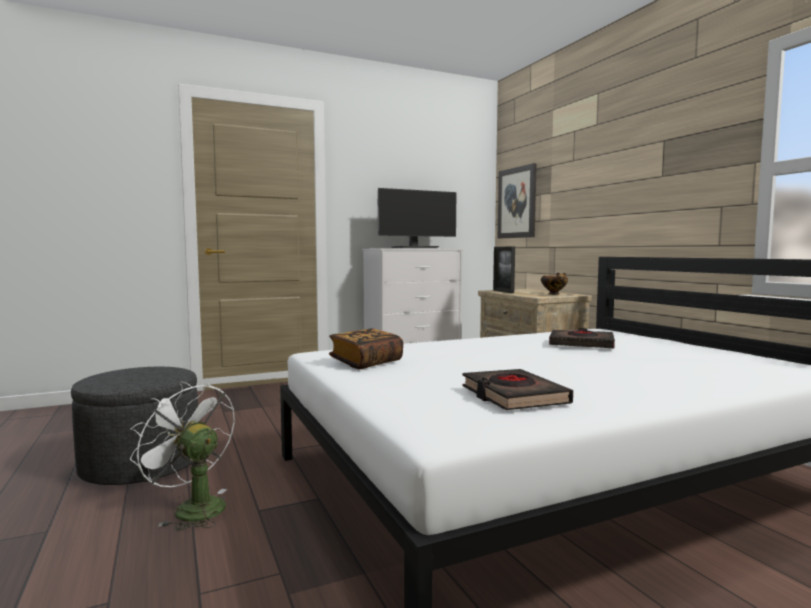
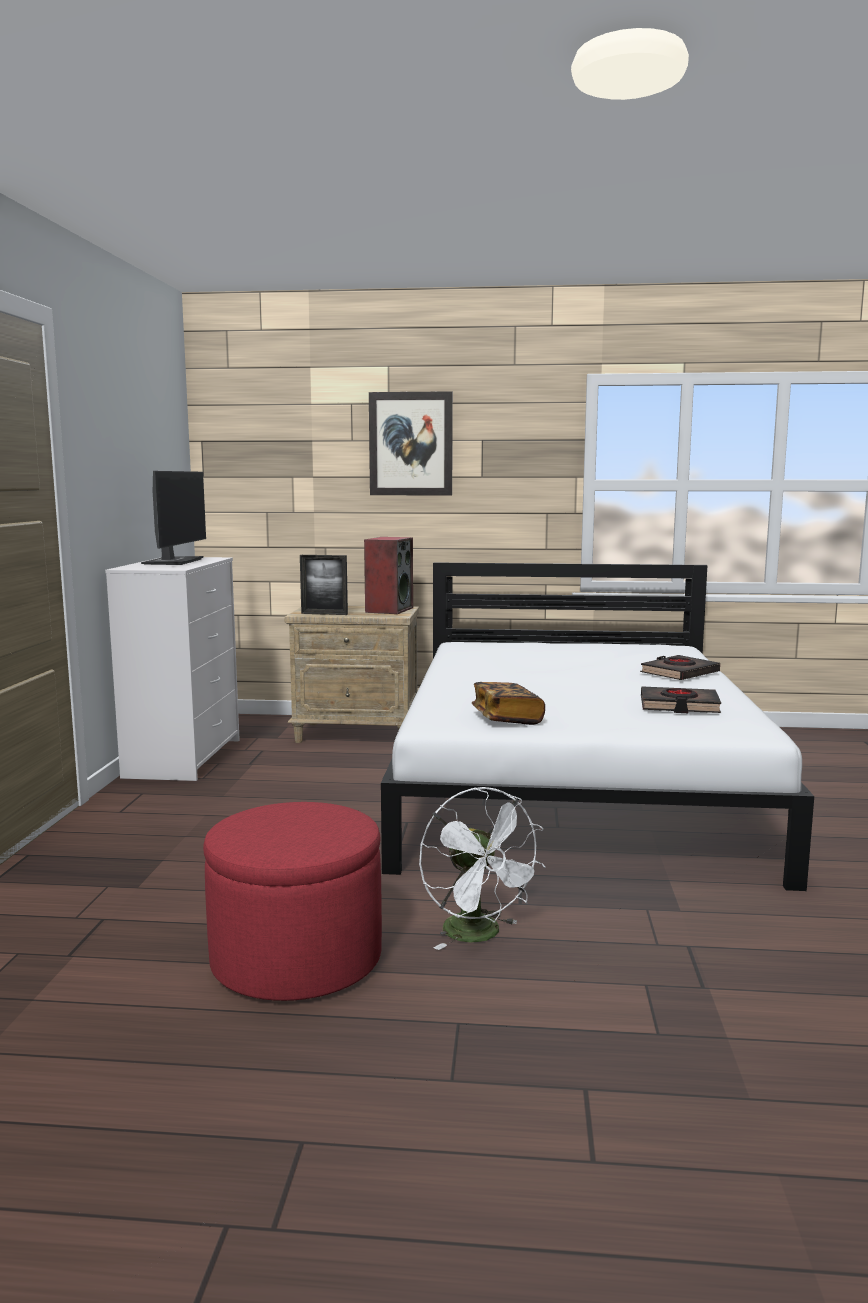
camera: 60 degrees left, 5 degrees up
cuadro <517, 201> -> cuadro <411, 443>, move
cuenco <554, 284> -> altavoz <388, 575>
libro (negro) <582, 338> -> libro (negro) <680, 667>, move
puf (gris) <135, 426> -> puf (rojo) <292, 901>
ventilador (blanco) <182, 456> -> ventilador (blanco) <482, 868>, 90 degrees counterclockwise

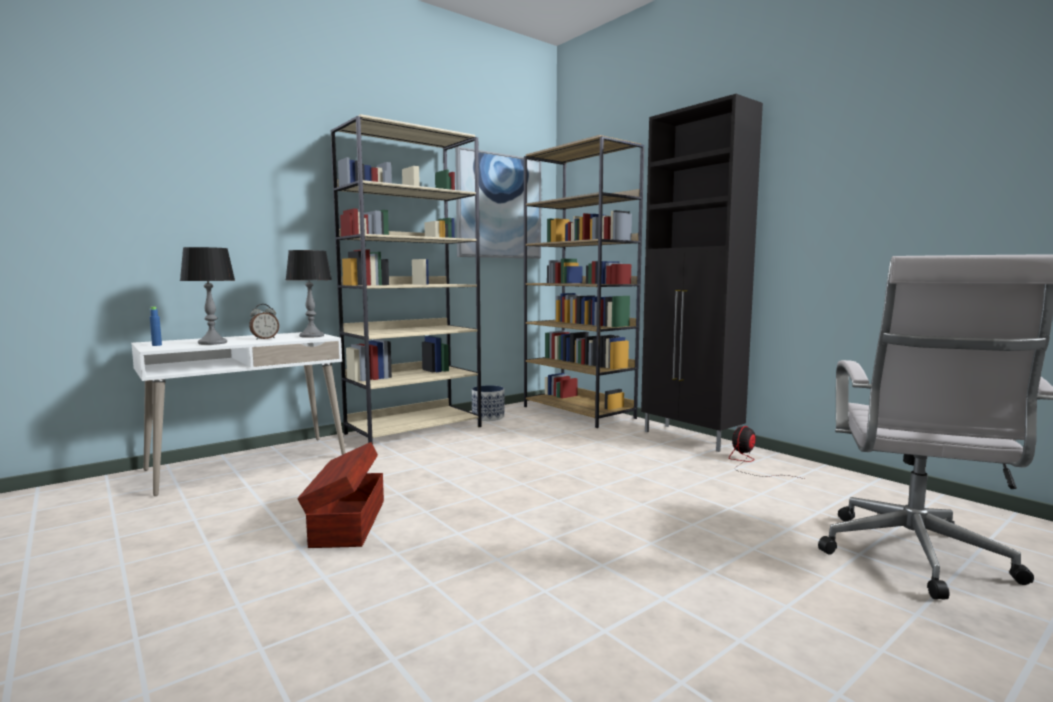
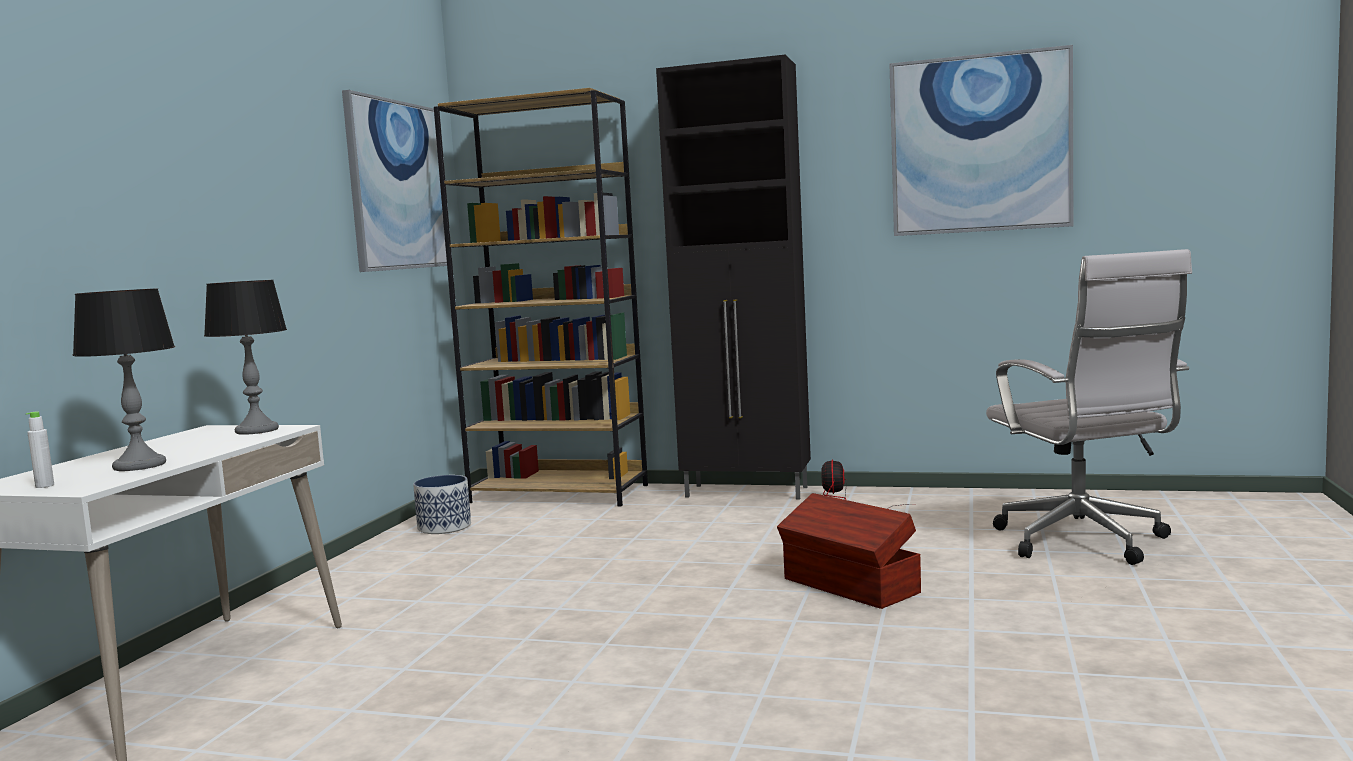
camera: 35 degrees left, 0 degrees up
estantería (beis) <406, 279> -> none
despertador <264, 322> -> none
botella (azul) <156, 326> -> botella (blanco) <40, 449>
caja de almacenaje (marrón) <340, 495> -> caja de almacenaje (marrón) <849, 551>, move
none -> cuadro <981, 140>

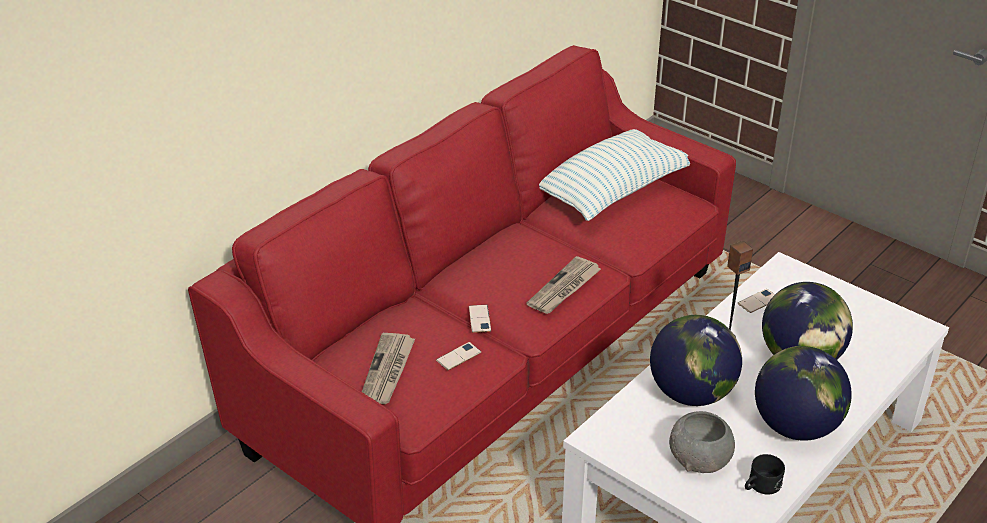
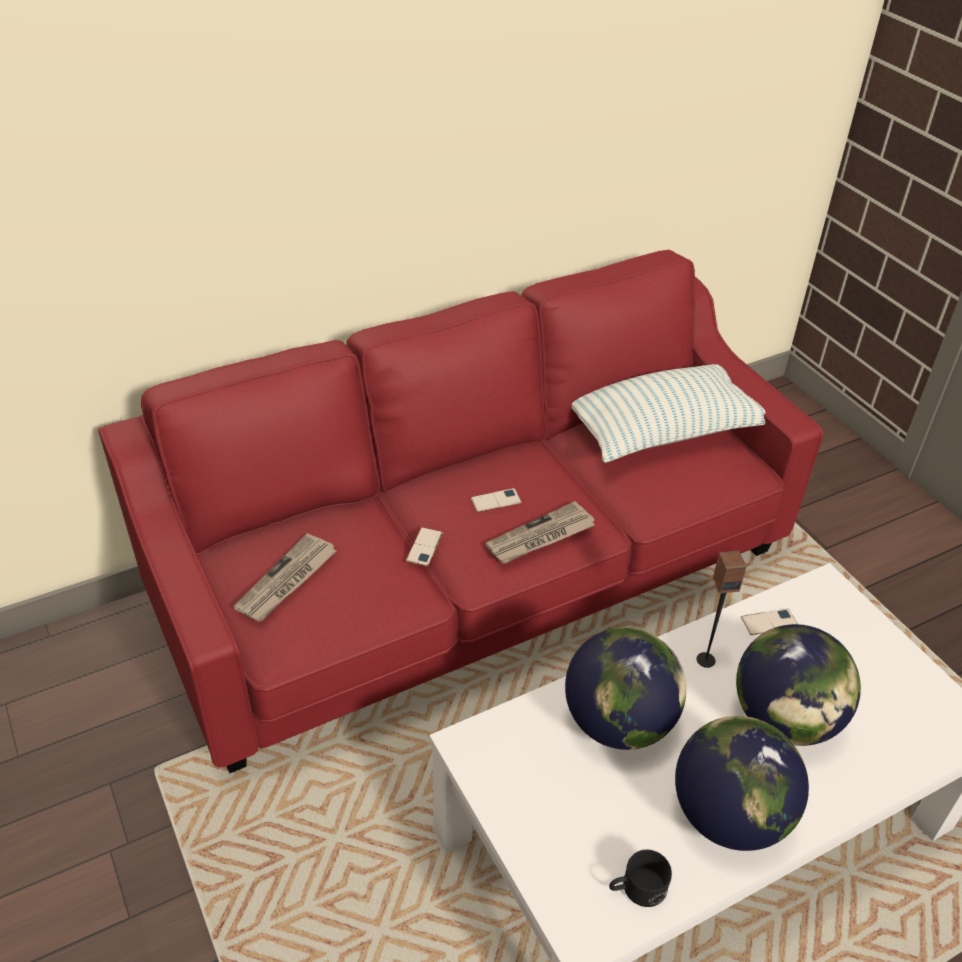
camera: 20 degrees right, 5 degrees up
móvil <458, 356> -> móvil <496, 500>, move
cuenco (gris) <702, 442> -> none

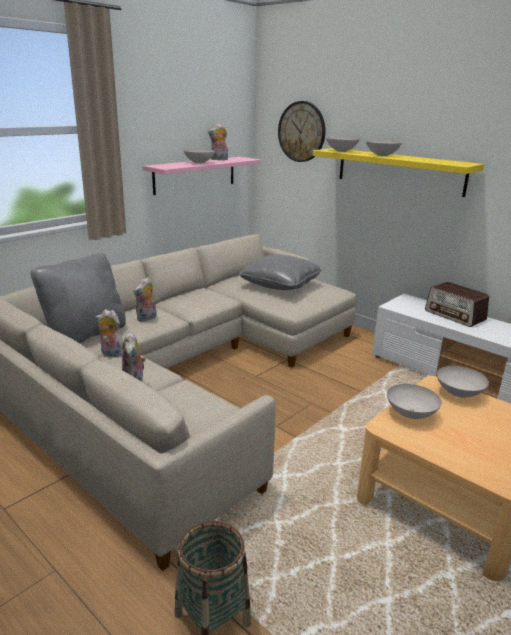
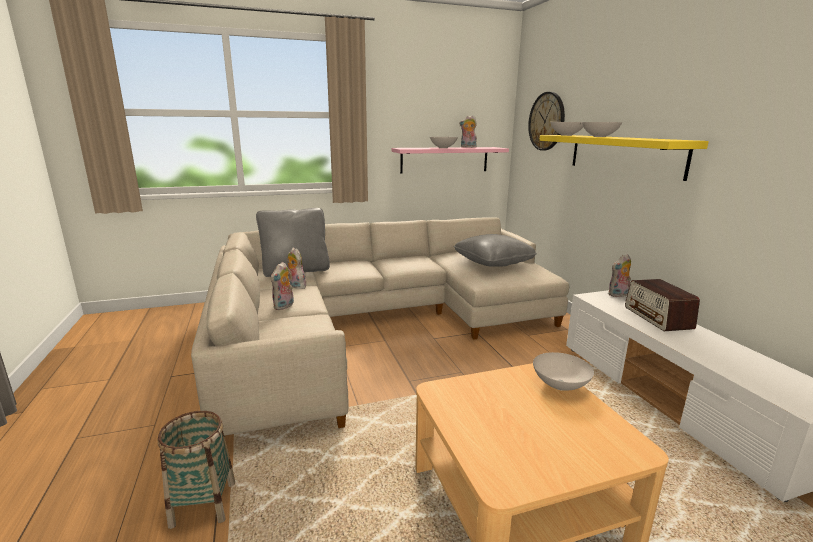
camera: 30 degrees right, 5 degrees down
peluche <145, 299> -> peluche <619, 275>, move
cuenco (blanco) <414, 401> -> none

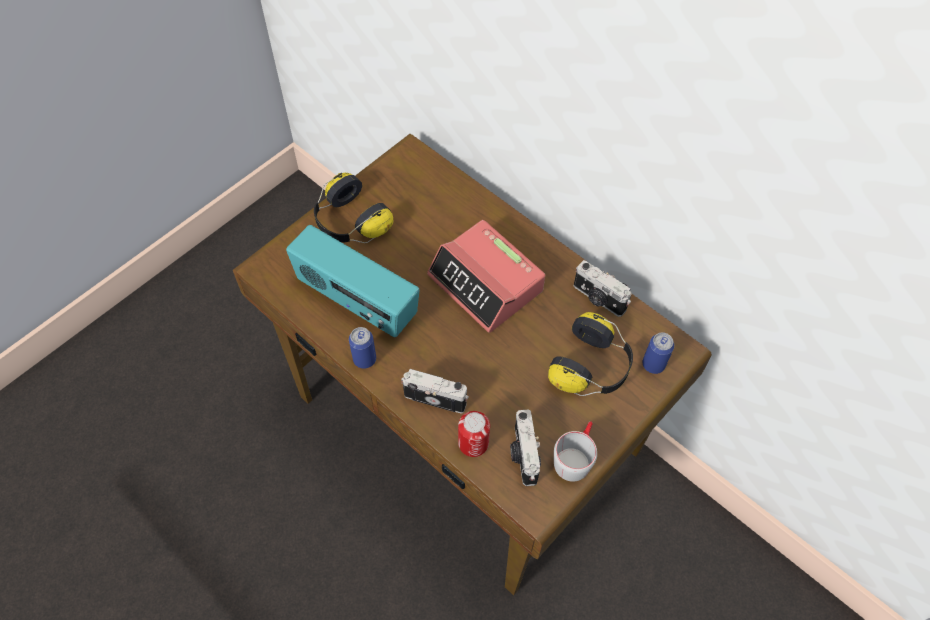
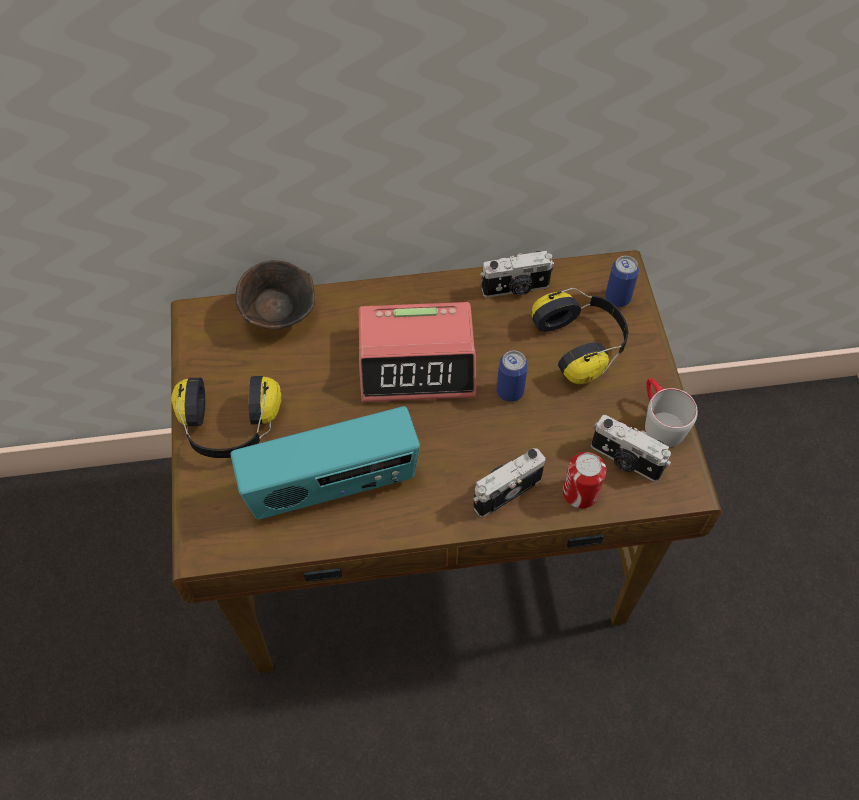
camera: 50 degrees left, 0 degrees up
lata <362, 348> -> lata <512, 376>, move
none -> cuenco (marrón) <275, 294>

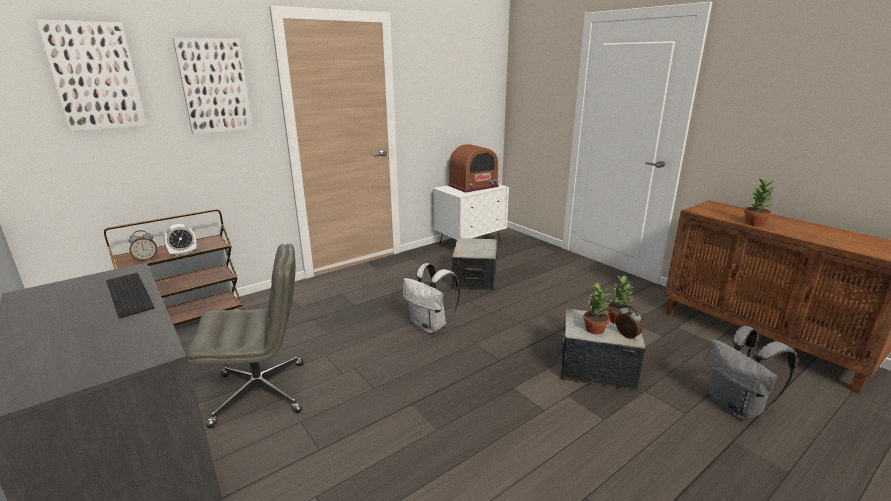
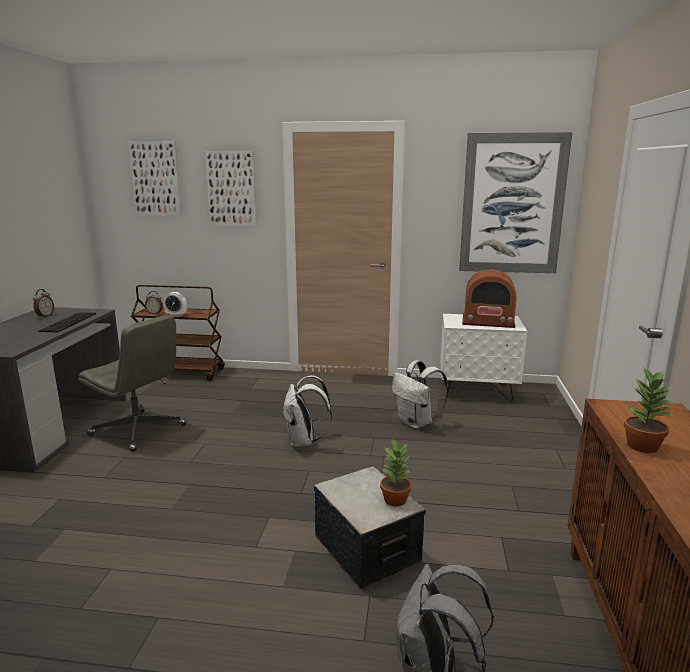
camera: 45 degrees right, 5 degrees down
caja de almacenaje <475, 264> -> mochila (blanco) <420, 394>
planta en maceta <597, 308> -> none
despertador <629, 322> -> despertador <43, 303>, move
none -> cuadro <515, 202>

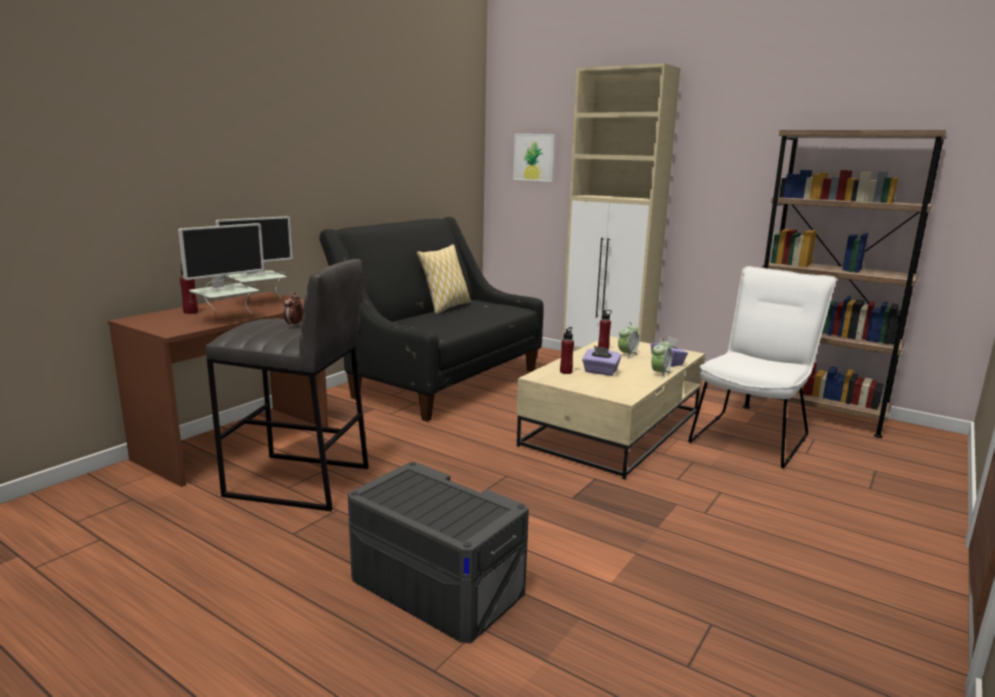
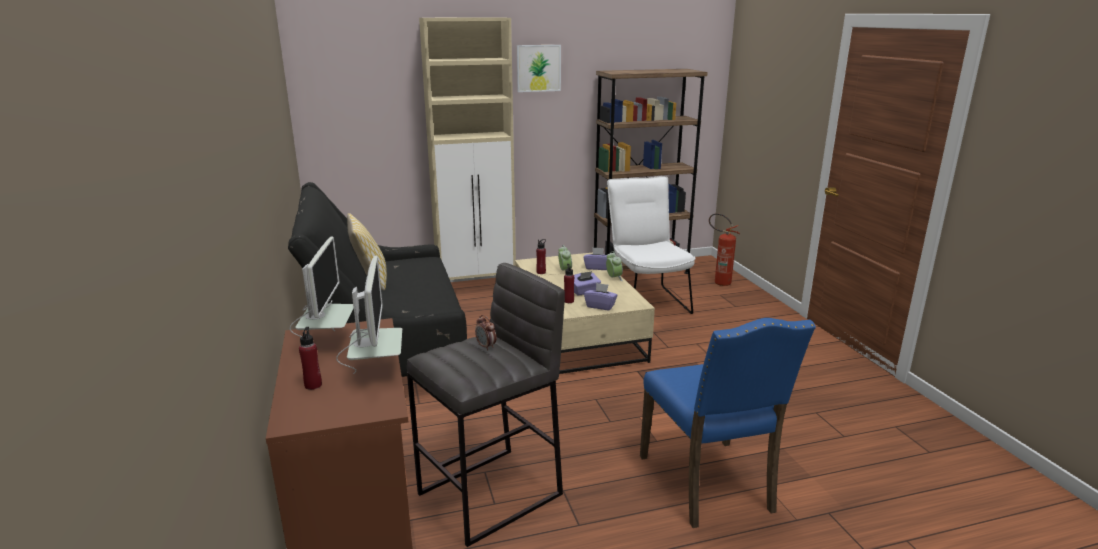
camera: 50 degrees left, 5 degrees up
cuadro <534, 158> -> cuadro <539, 68>, move
caja de almacenaje (gris) <438, 552> -> silla (azul) <728, 423>
none -> extintor <724, 249>
none -> caja de pañuelos (morado) <601, 297>

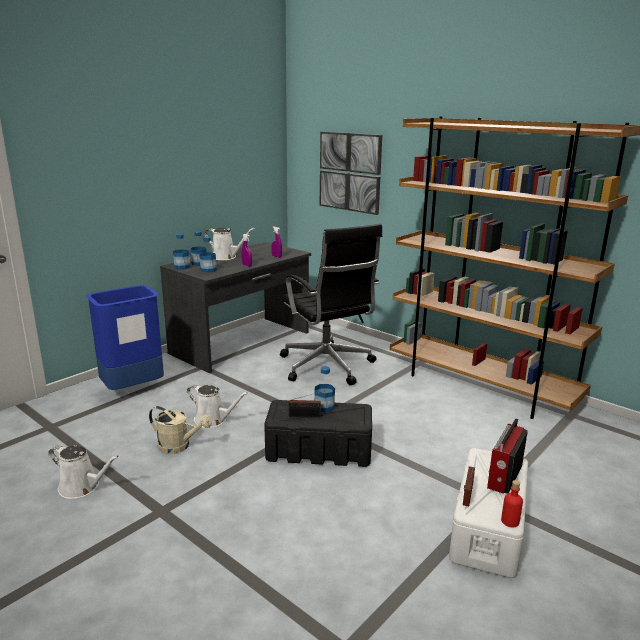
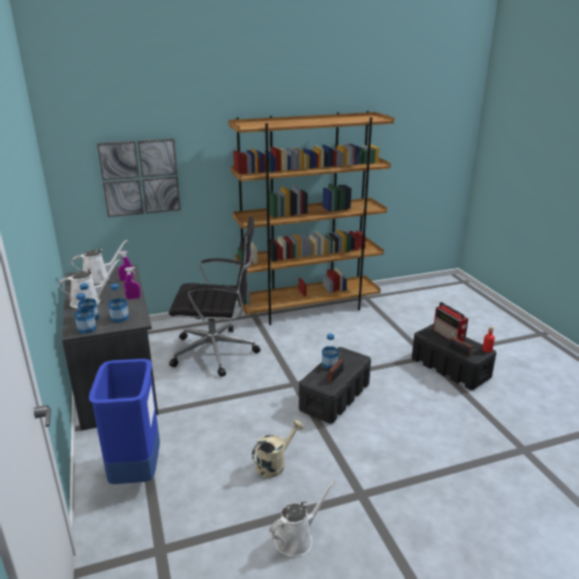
camera: 60 degrees left, 5 degrees up
regadera (blanco) <218, 406> -> regadera (blanco) <99, 262>, move
caja de almacenaje (blanco) <488, 513> -> caja de almacenaje (negro) <454, 357>

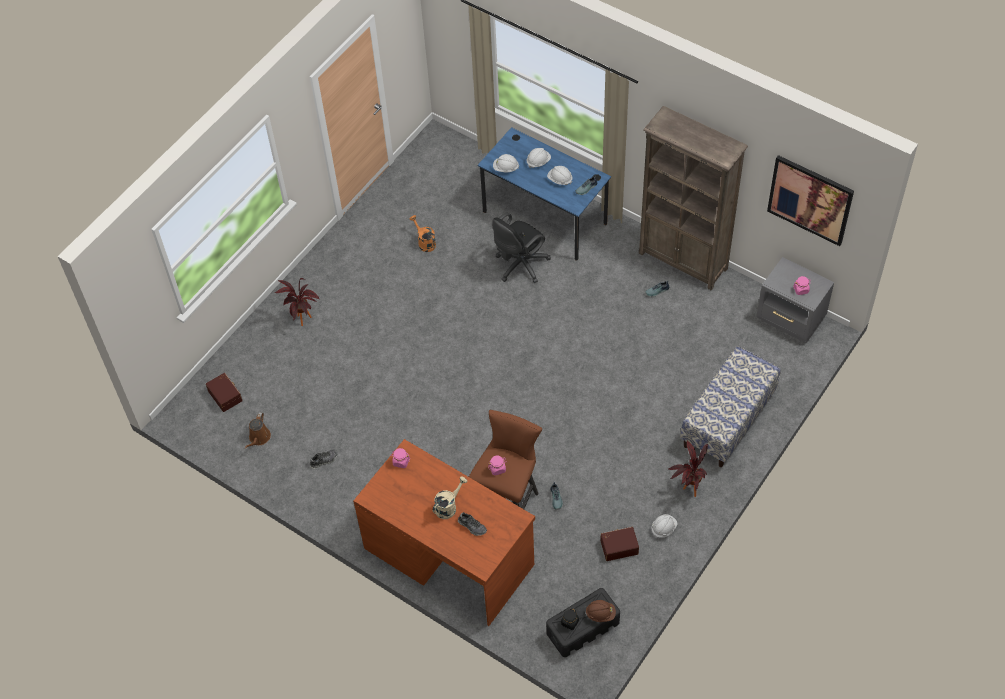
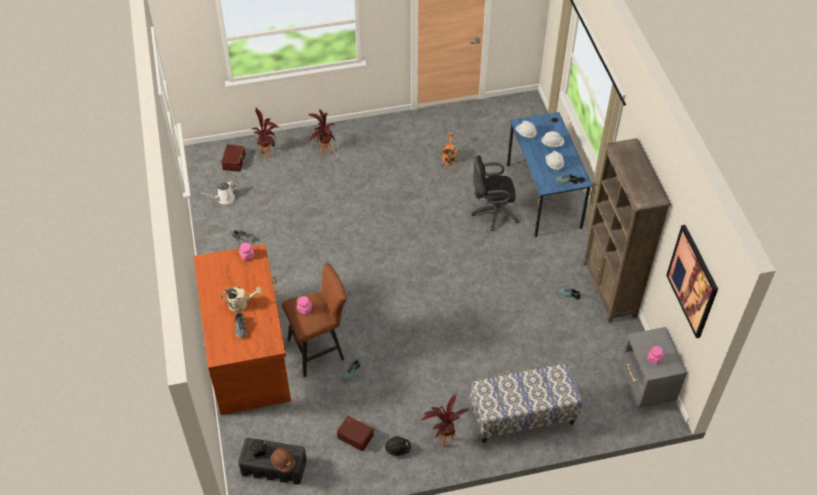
camera: 40 degrees right, 5 degrees down
regadera (marrón) <258, 430> -> regadera (blanco) <218, 192>
casco (blanco) <664, 526> -> casco (negro) <398, 446>
none -> planta en maceta <265, 133>

